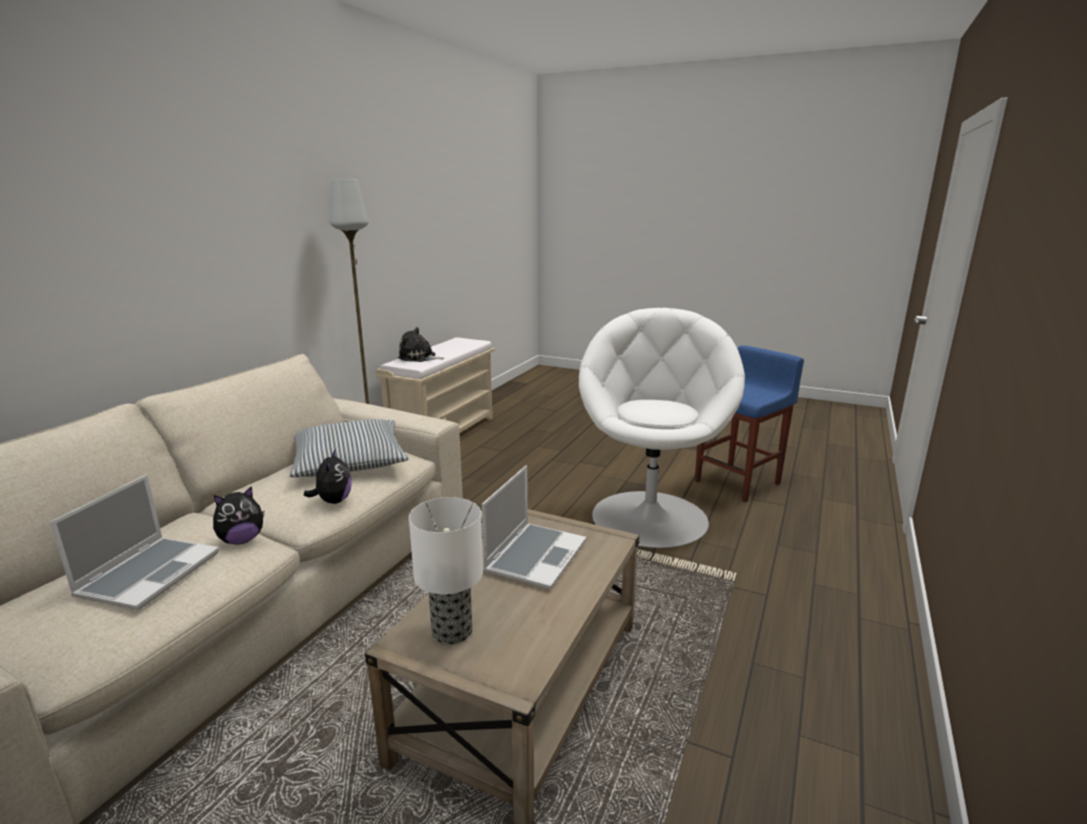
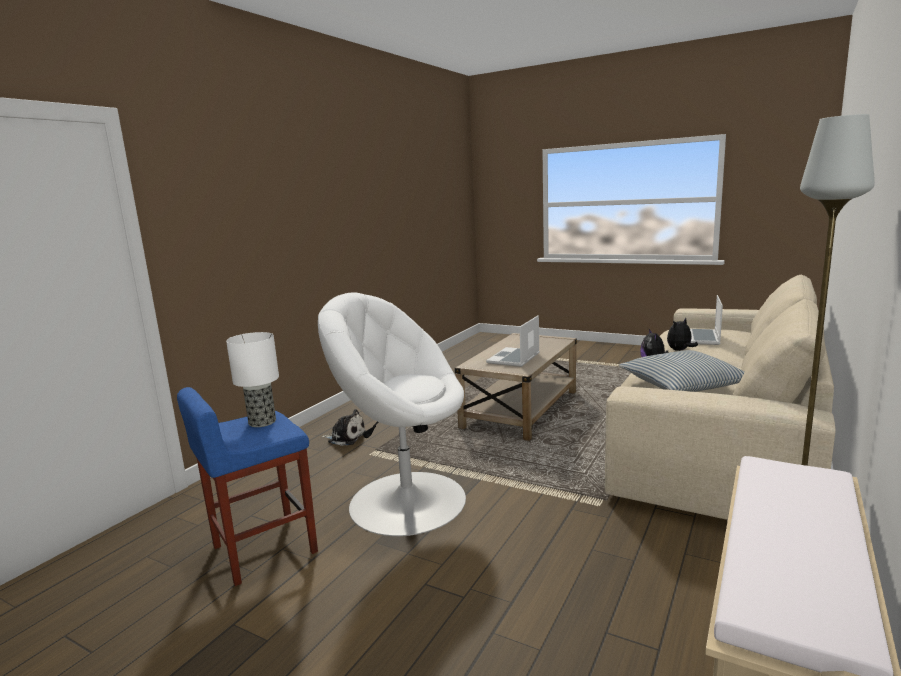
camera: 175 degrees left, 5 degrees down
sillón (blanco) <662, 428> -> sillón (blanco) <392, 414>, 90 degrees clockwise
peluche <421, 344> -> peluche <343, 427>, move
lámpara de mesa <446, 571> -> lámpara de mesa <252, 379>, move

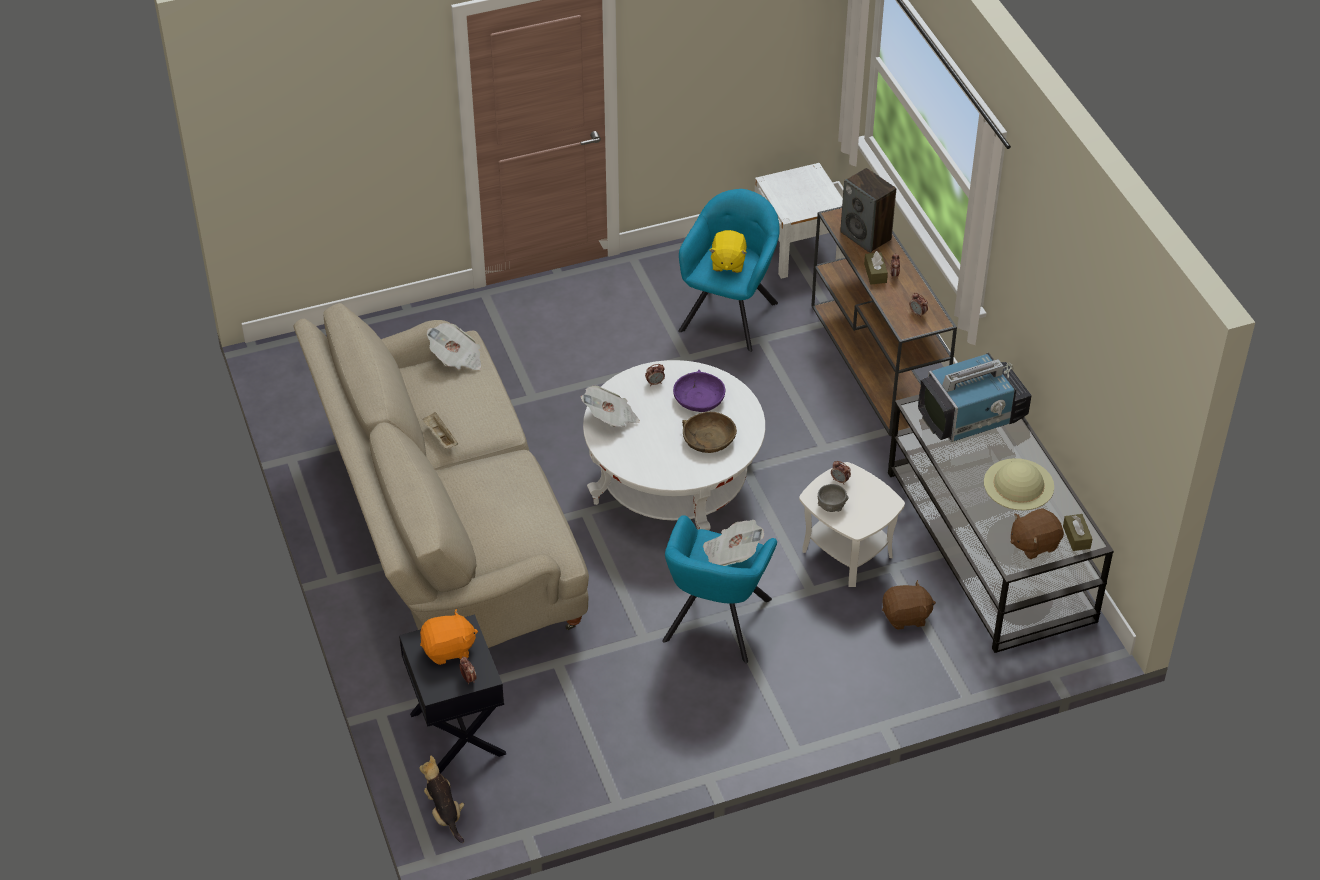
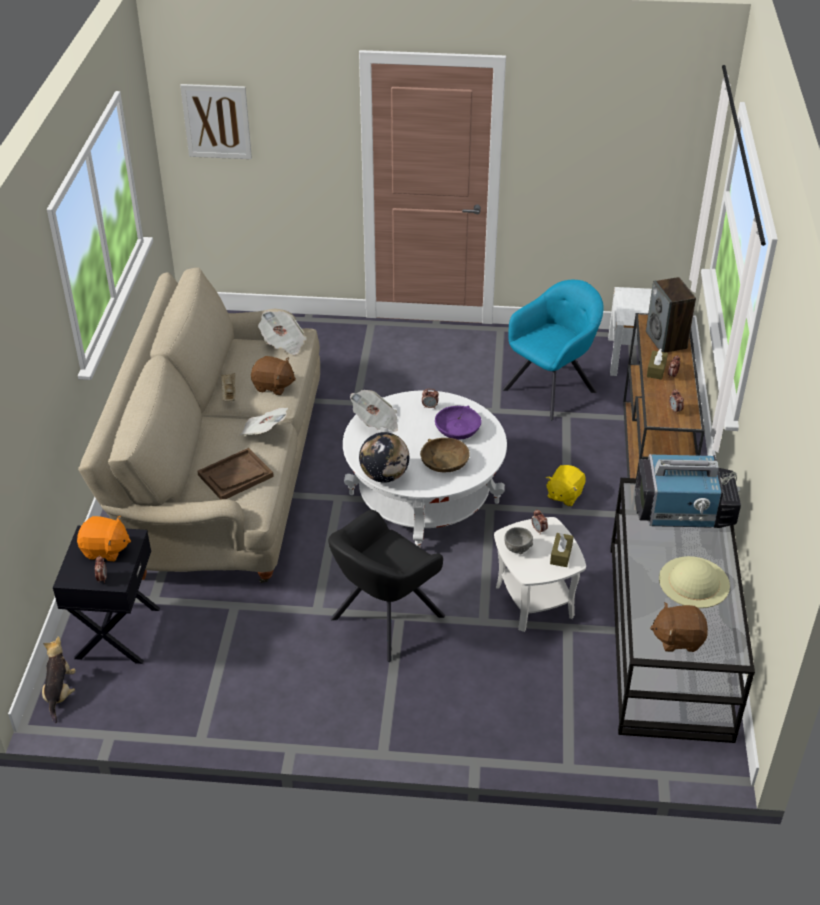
camera: 25 degrees right, 5 degrees down
peluche (amarillo) <728, 251> -> peluche (amarillo) <565, 485>, move
caja de pañuelos (marrón) <1077, 532> -> caja de pañuelos (marrón) <561, 550>, move
sillón (turquesa) <719, 589> -> sillón (negro) <386, 586>
periódico <733, 543> -> periódico <264, 422>, move
peluche (marrón) <909, 605> -> peluche (marrón) <273, 375>, move
none -> cuadro <216, 121>
none -> globo terráqueo <384, 457>
none -> bandeja (marrón) <235, 474>

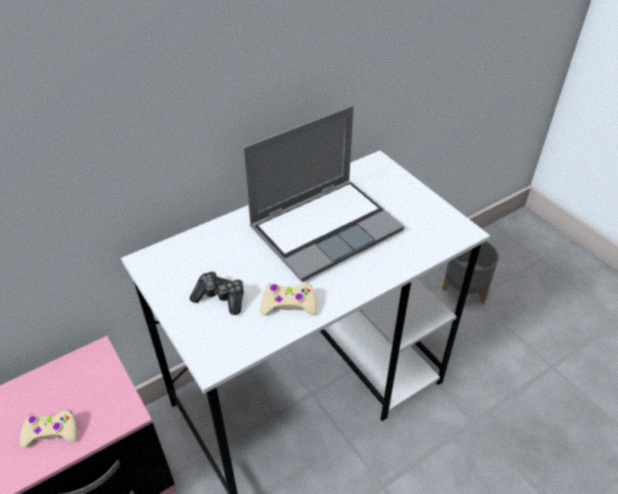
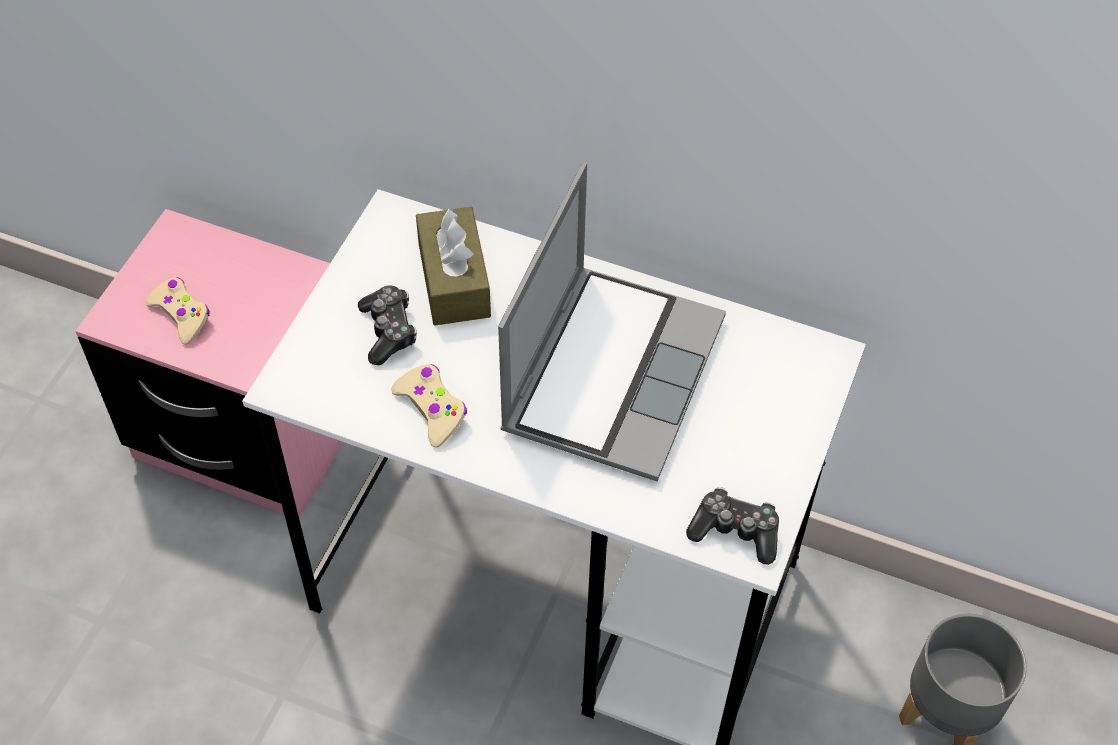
camera: 55 degrees right, 10 degrees up
portátil <323, 193> -> portátil <612, 321>, 90 degrees counterclockwise
none -> caja de pañuelos (marrón) <453, 266>
none -> mando de consola <732, 526>

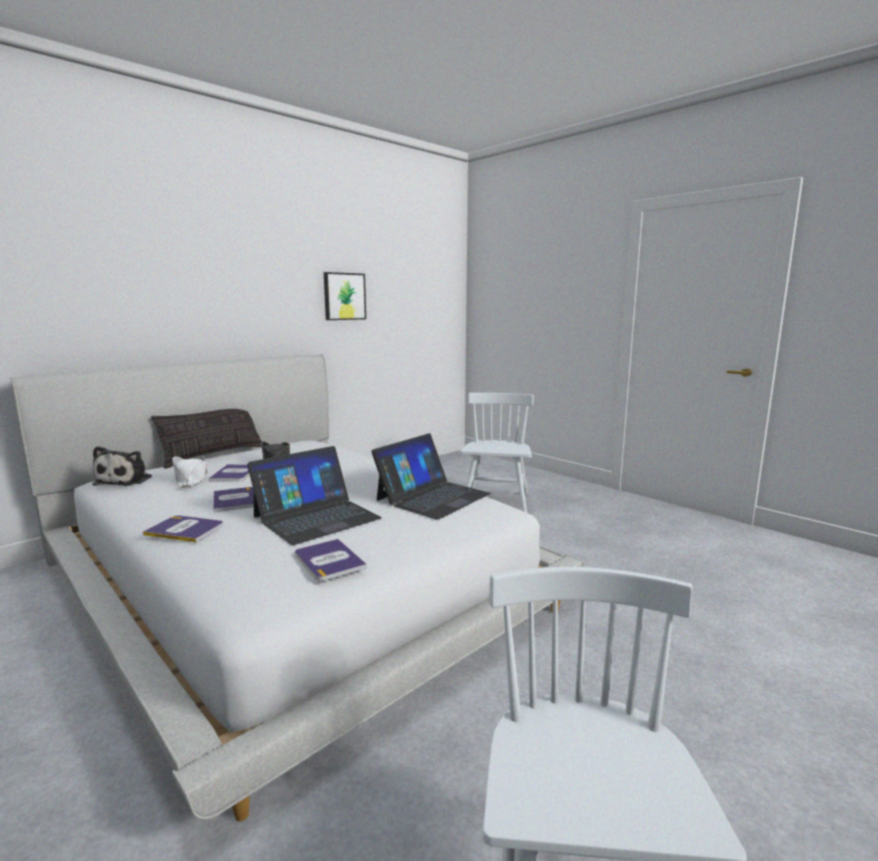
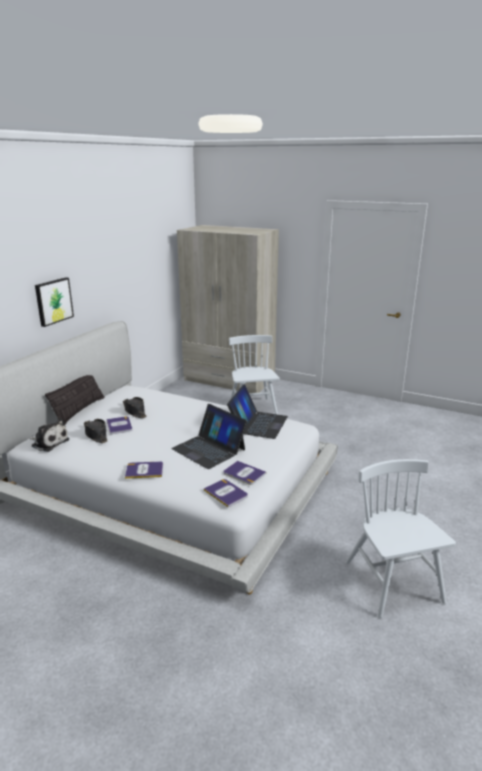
camera: 20 degrees left, 10 degrees up
cuadro <345, 296> -> cuadro <54, 302>, move
peluche <122, 466> -> peluche <49, 435>, 45 degrees counterclockwise
portátil <314, 495> -> portátil <209, 436>, 105 degrees clockwise
sombrero (blanco) <189, 472> -> sombrero (negro) <95, 431>
libro <233, 499> -> libro <226, 493>, move
none -> armario ropero (beis) <228, 309>

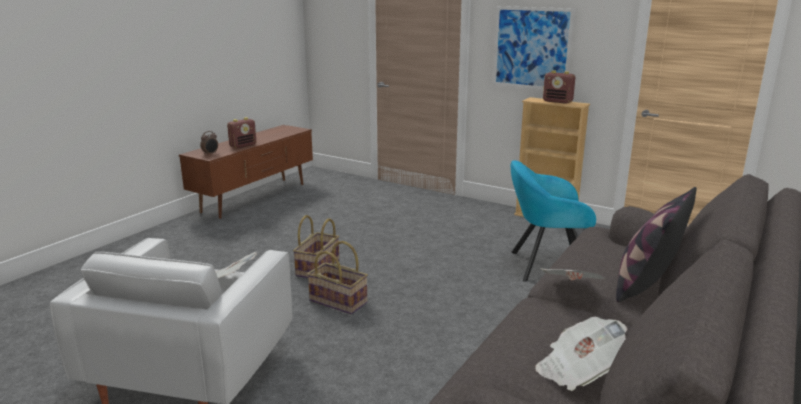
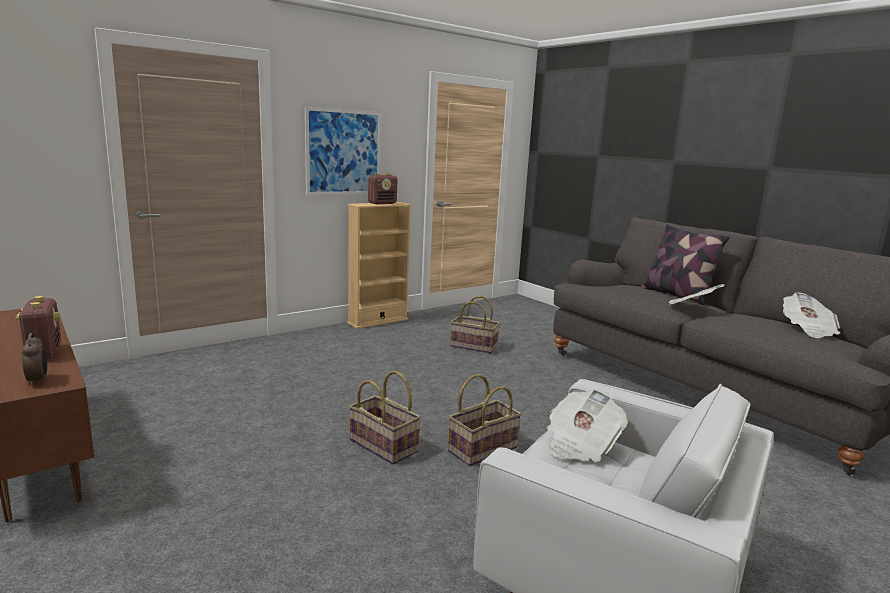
camera: 70 degrees left, 5 degrees down
sillón (turquesa) <553, 220> -> cesta <475, 325>

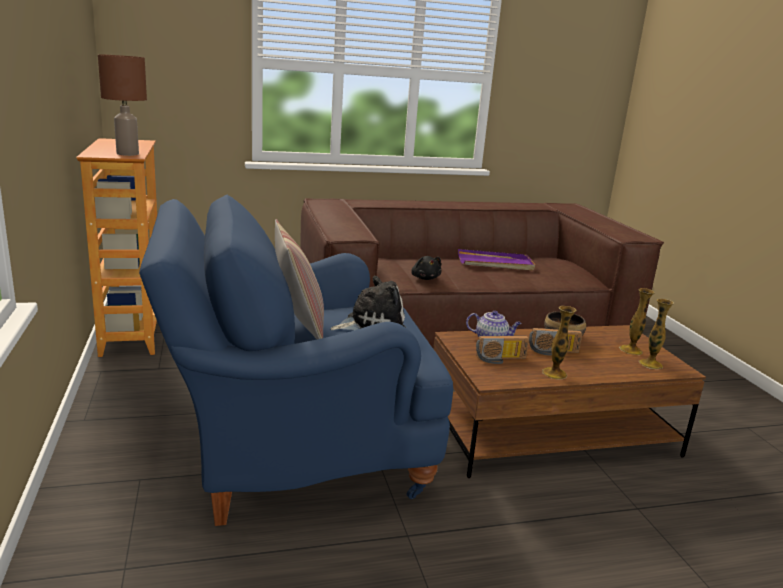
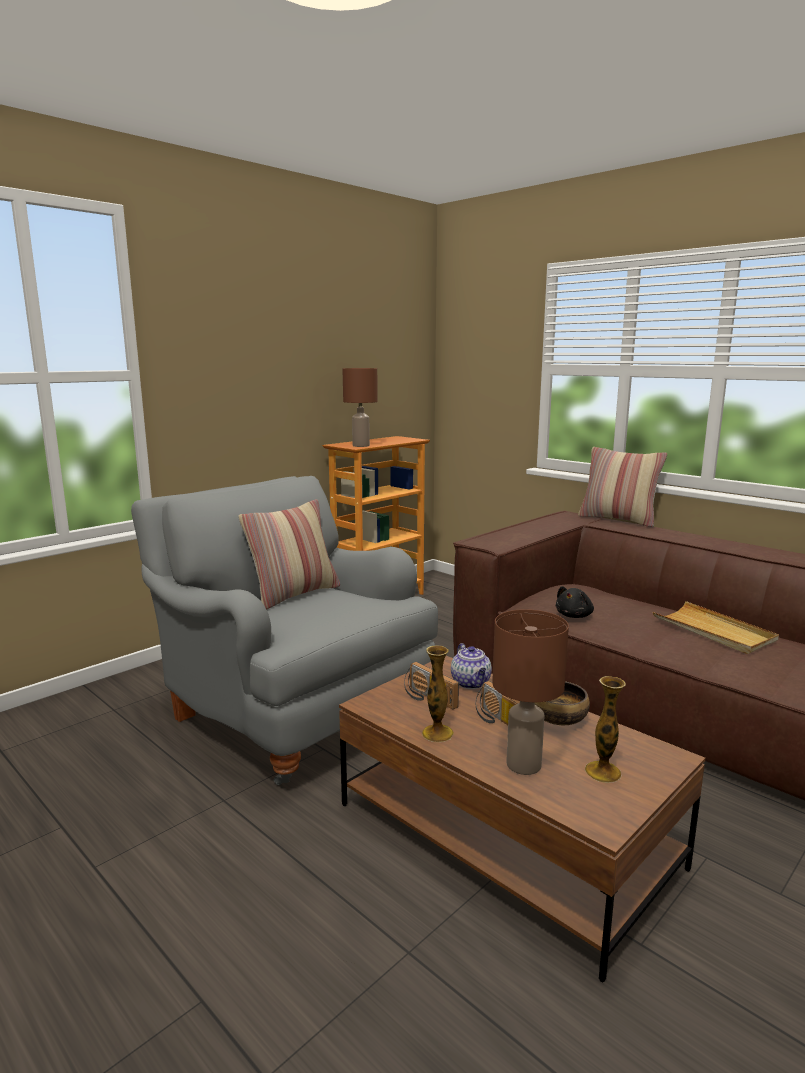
camera: 60 degrees right, 5 degrees down
sillón (azul) <296, 360> -> sillón (gris) <284, 630>
bandeja (morado) <496, 259> -> bandeja (beis) <716, 627>
peluche <368, 303> -> none
florero <656, 334> -> none
none -> cojín <622, 487>
none -> lámpara de mesa (marrón) <530, 692>

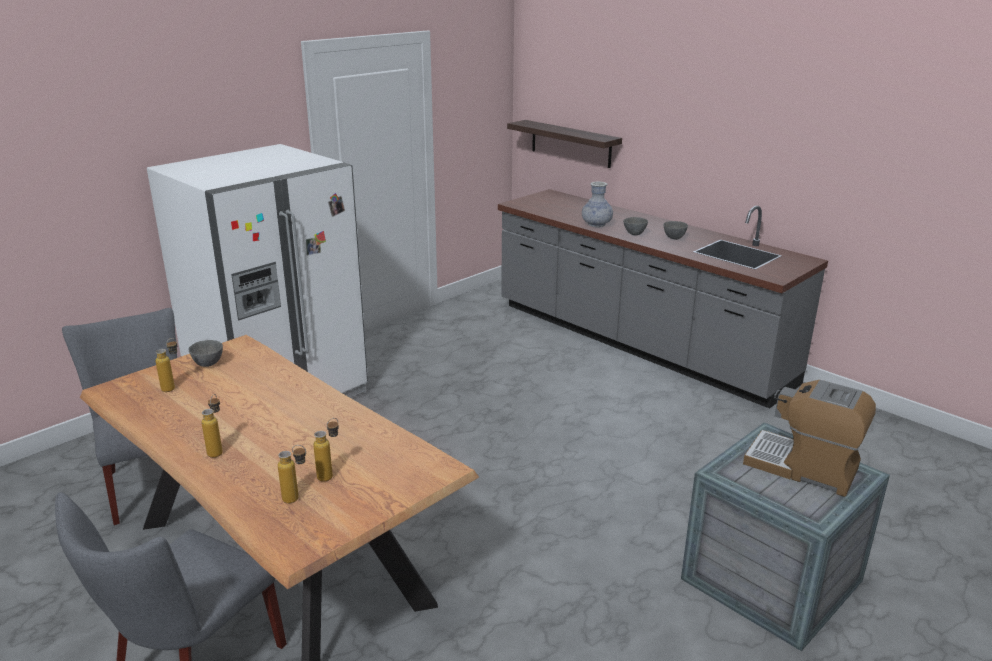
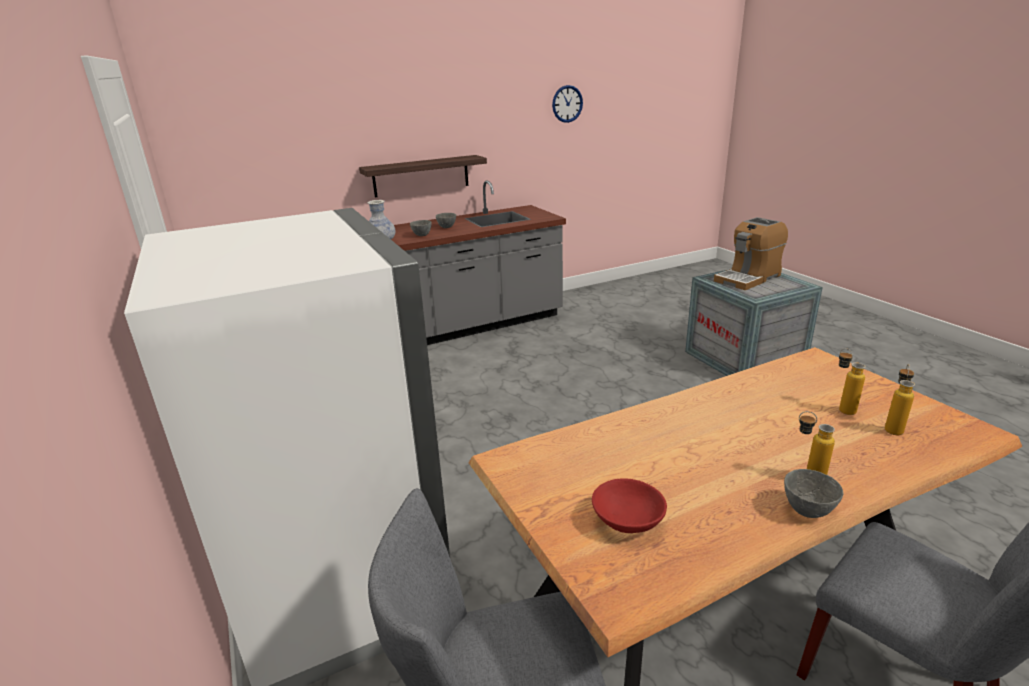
camera: 70 degrees left, 0 degrees up
estante <564, 144> -> estante <423, 176>, move
botella <166, 365> -> cuenco (rojo) <629, 505>
cuenco (gris) <205, 353> -> cuenco (gris) <814, 493>, move
none -> reloj de pared <567, 104>

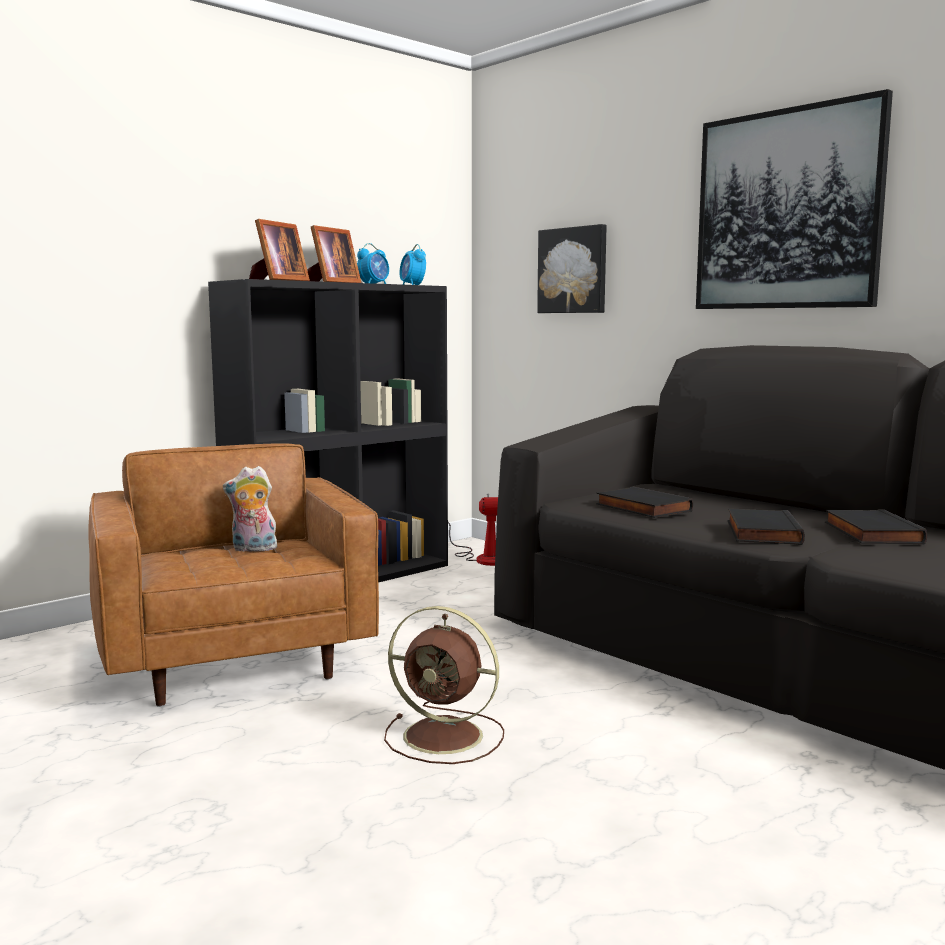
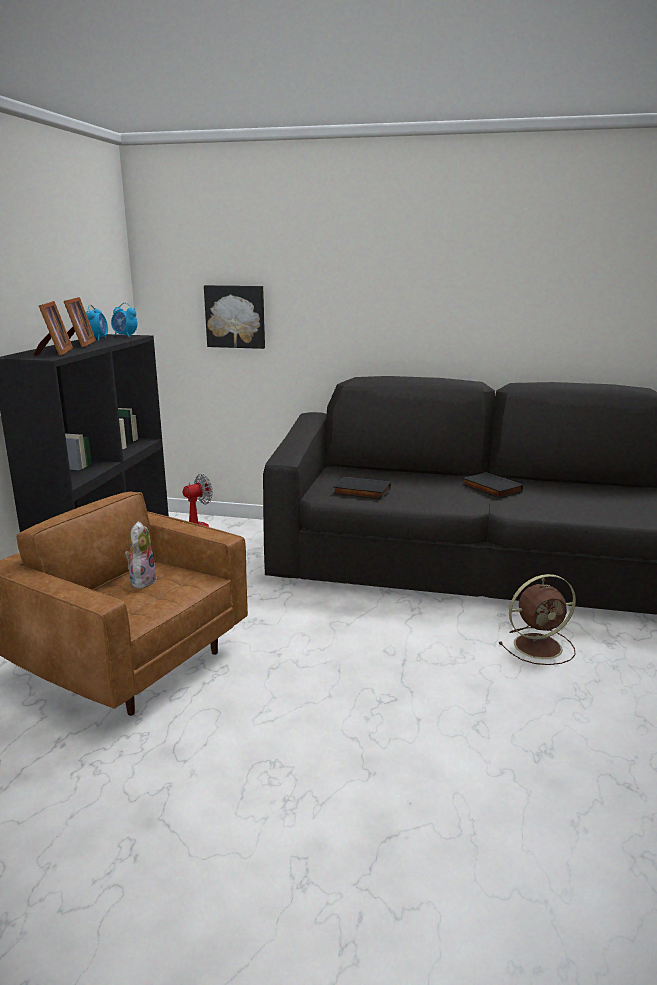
camera: 35 degrees left, 10 degrees up
cuadro <794, 199> -> none
peluche <252, 509> -> peluche <141, 555>, 135 degrees clockwise
libro (negro) <766, 526> -> none
ventilador (marrón) <444, 685> -> ventilador (marrón) <537, 619>, move

